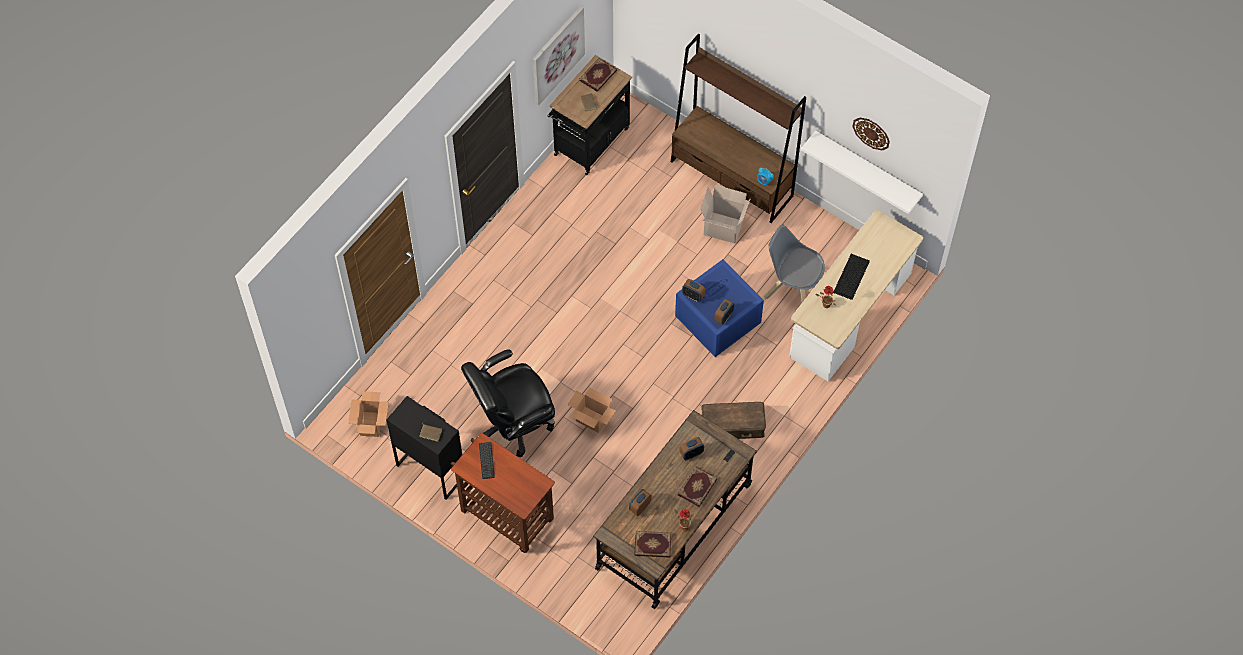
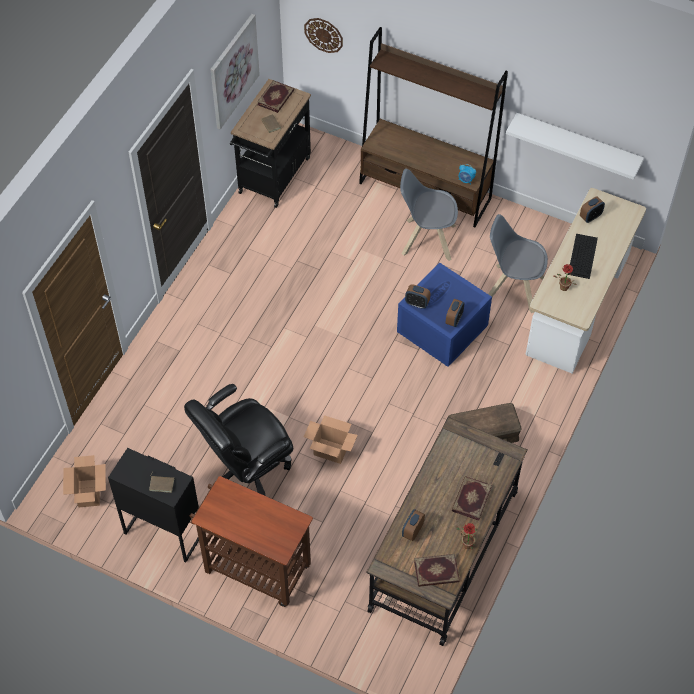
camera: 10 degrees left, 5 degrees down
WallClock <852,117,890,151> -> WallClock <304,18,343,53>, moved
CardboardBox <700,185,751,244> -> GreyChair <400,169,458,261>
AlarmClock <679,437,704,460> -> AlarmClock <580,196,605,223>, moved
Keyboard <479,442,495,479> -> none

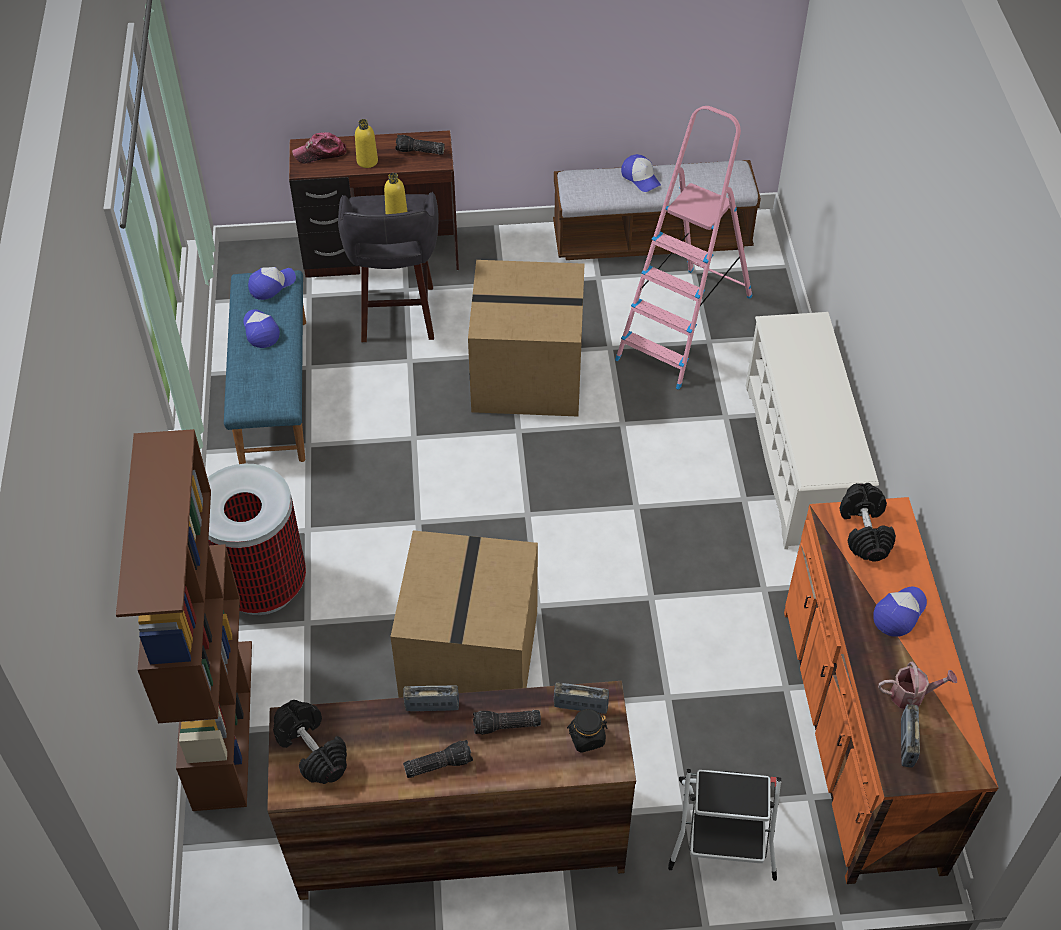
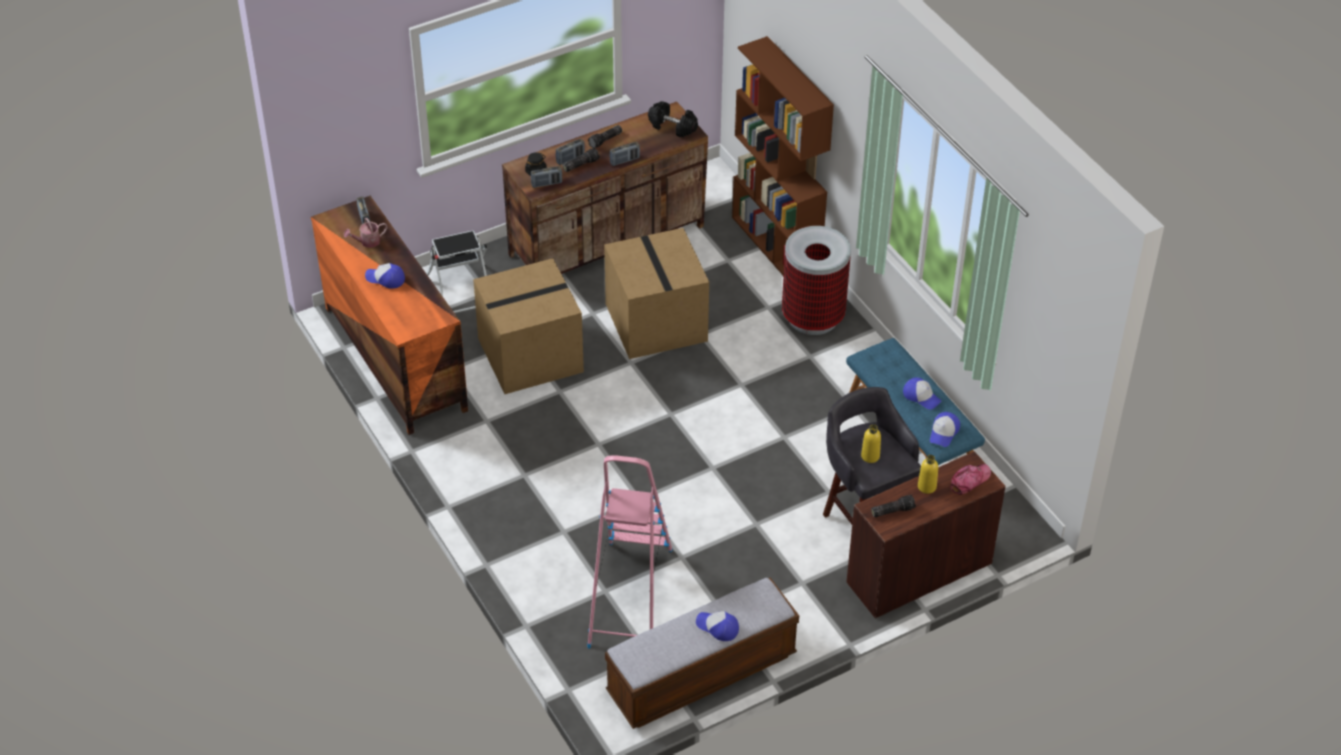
camera: 155 degrees right, 5 degrees down
Cap <873,587,927,637> -> Cap <365,263,405,289>, 90 degrees clockwise
CardboardBox <468,260,584,417> -> CardboardBox <473,258,584,394>, moved
none -> Radio <556,139,585,165>
WhiteShoeRack <746,312,879,549> -> none
BlackDumbbell <839,483,896,561> -> none

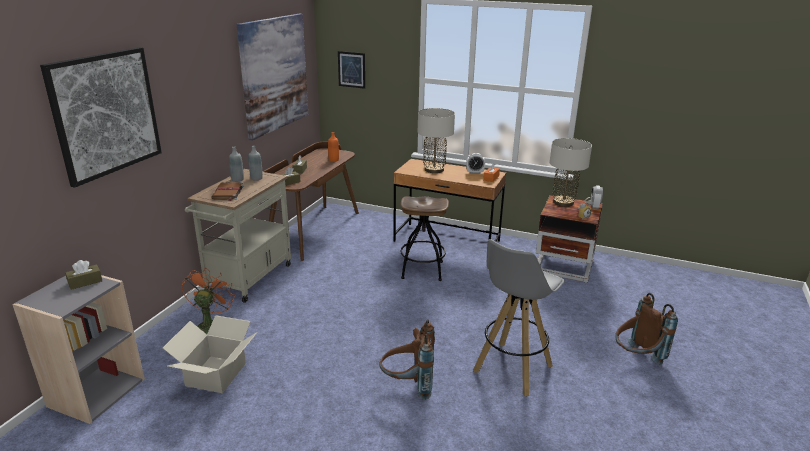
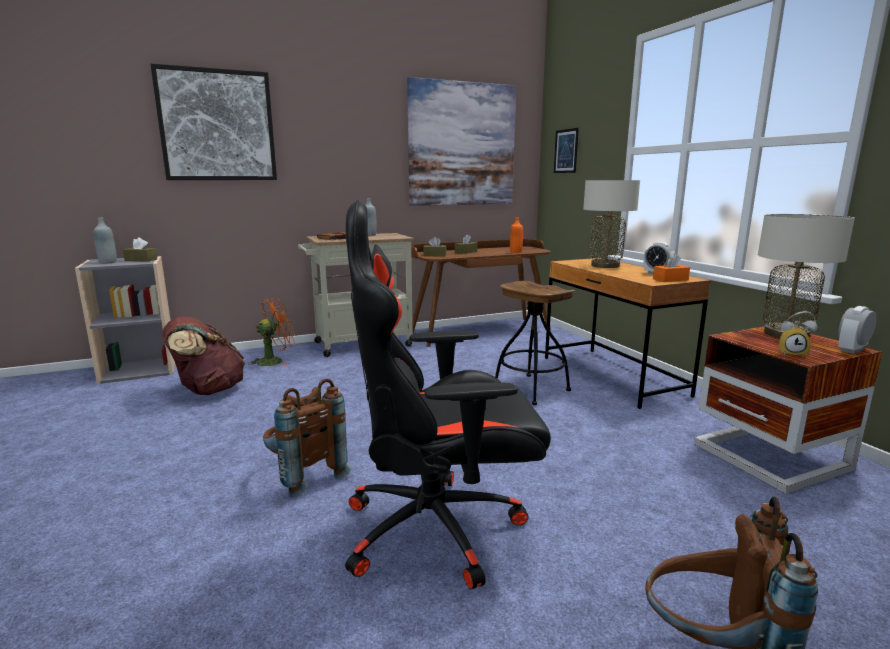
camera: 45 degrees right, 10 degrees down
GreyBottle <248,145,263,181> -> GreyBottle <94,218,117,264>, moved
CardboardBox <163,315,257,393> -> BrownBackpack <162,316,245,395>
GreyStool <473,239,565,396> -> BlackOfficeChair <345,199,551,589>

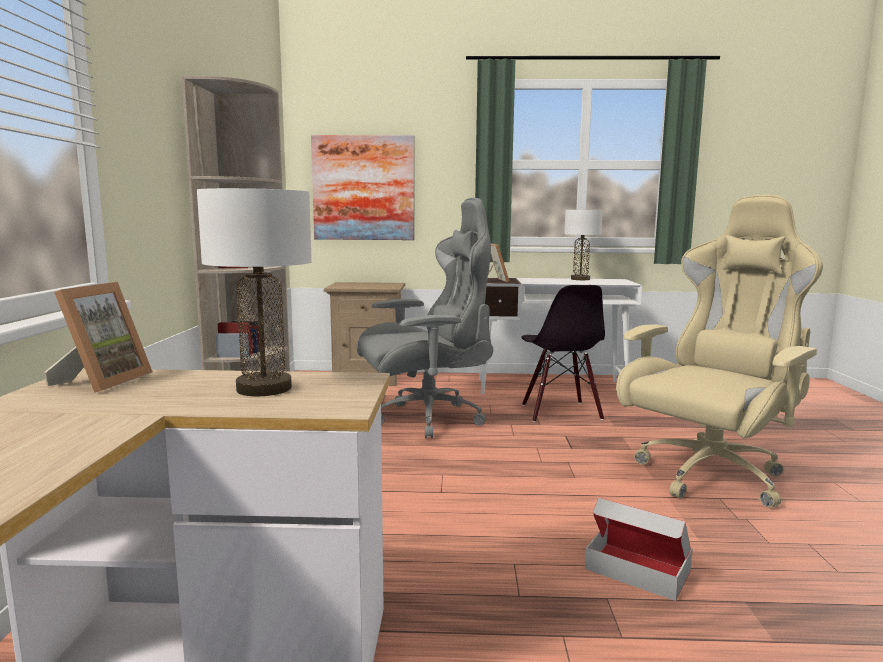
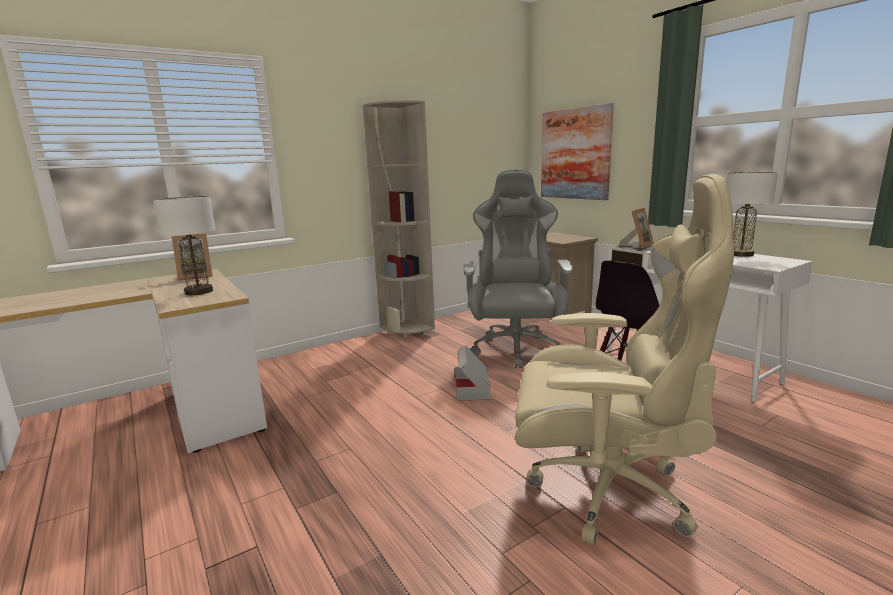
camera: 55 degrees right, 5 degrees up
CardboardBox <585,498,693,601> -> CardboardBox <455,345,490,401>, moved
GreyOfficeChair <357,198,493,438> -> GreyOfficeChair <464,169,573,368>, 120 degrees counterclockwise

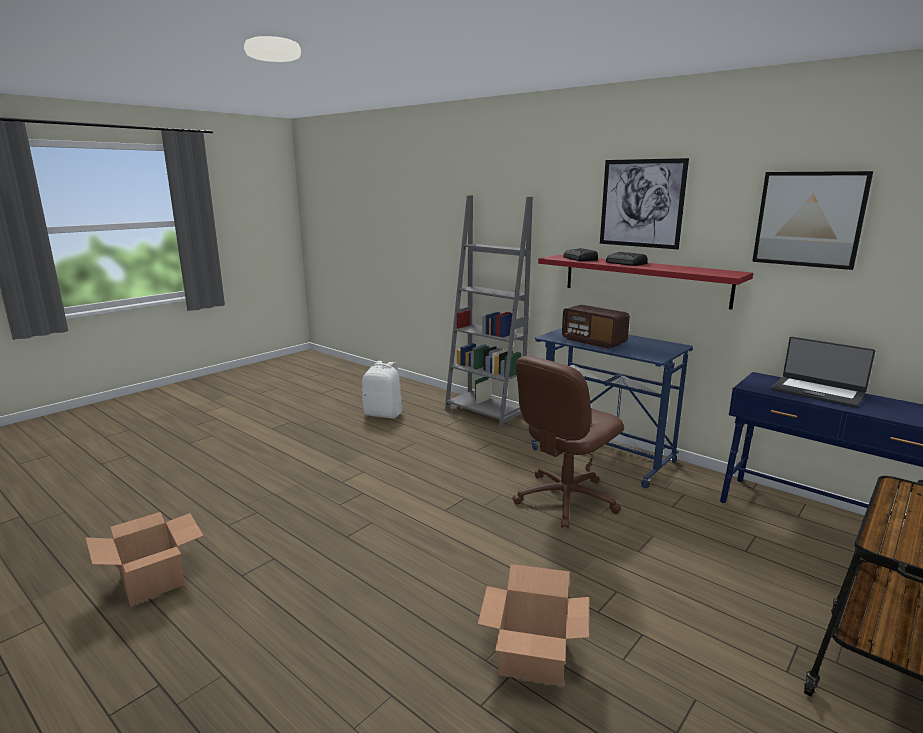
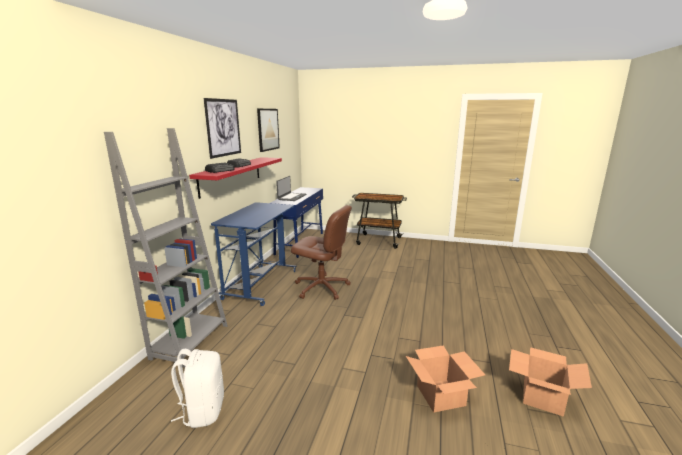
camera: 115 degrees left, 0 degrees up
CardboardBox <478,564,589,686> -> CardboardBox <406,345,485,413>, moved
Radio <562,305,630,349> -> none

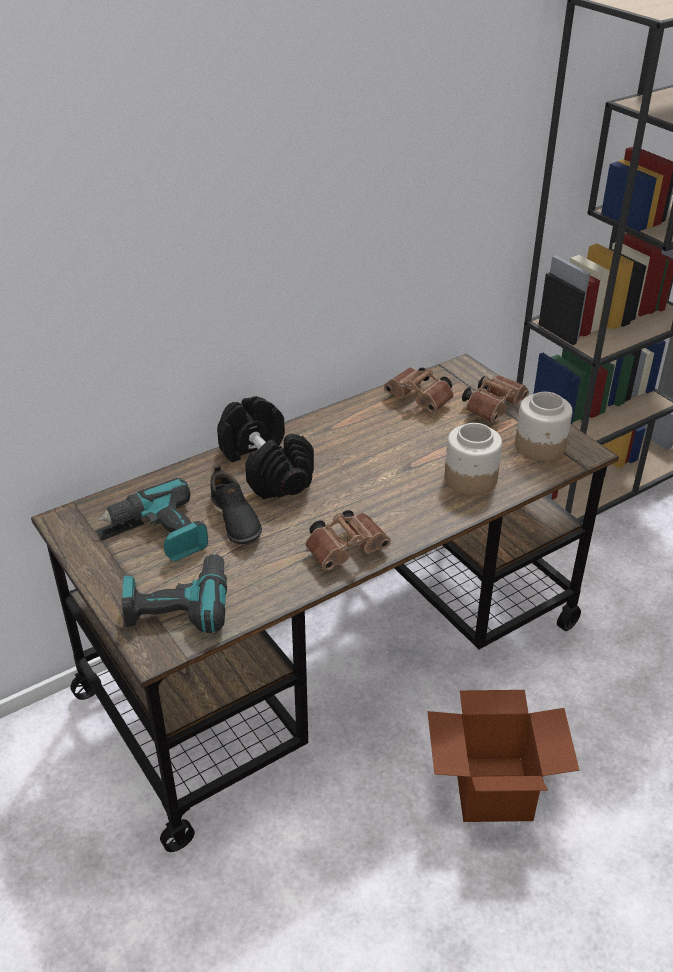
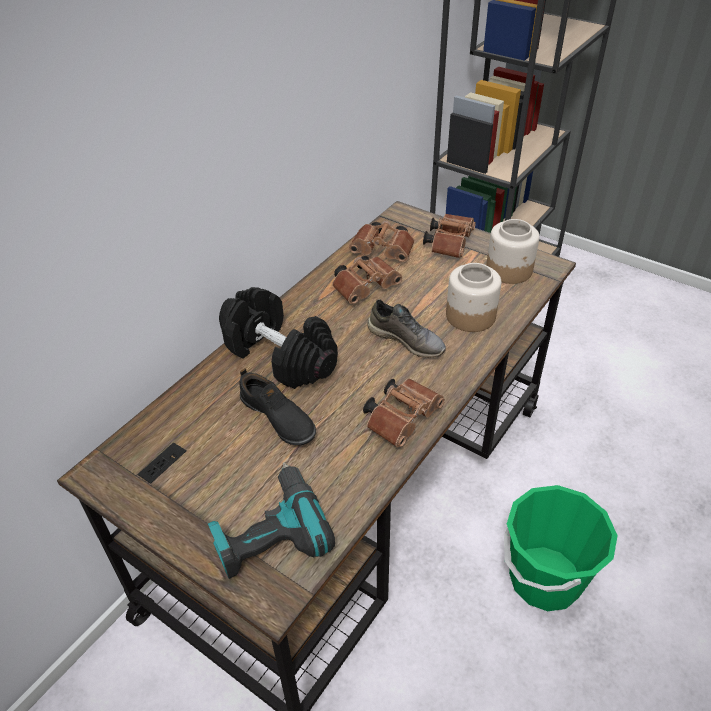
camera: 20 degrees left, 5 degrees up
none -> BrownBinoculars <332,256,402,304>
none -> GreyShoe <367,300,446,358>
CardboardBox <428,690,580,822> -> GreenBucket <504,485,618,611>
PowerDrill <98,478,208,562> -> none

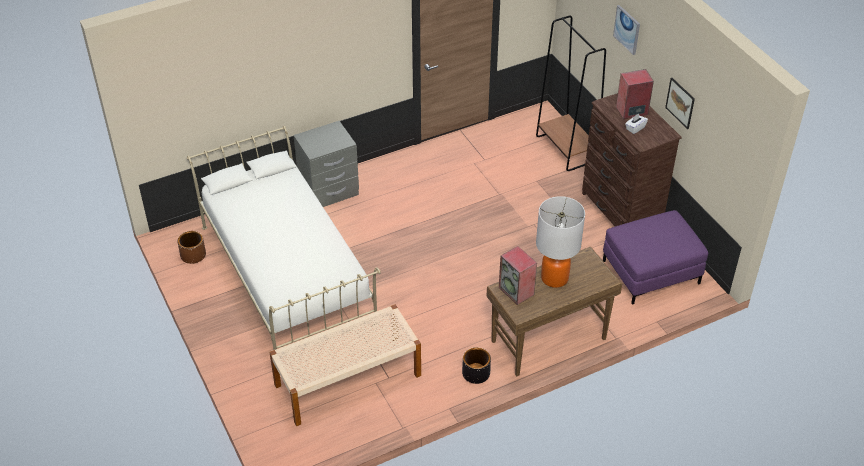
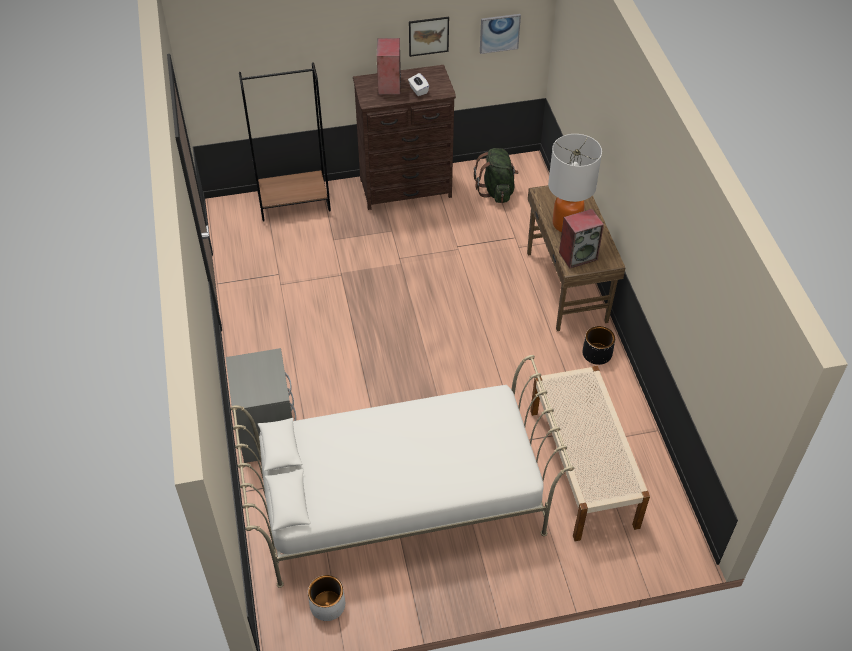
camera: 75 degrees left, 5 degrees up
BrownPlanter <177,231,206,264> -> WhitePlanter <308,575,345,621>
PurpleOttoman <603,210,708,305> -> GreenBackpack <474,148,519,203>
Picture <613,5,640,55> -> Picture <480,14,521,54>, moved

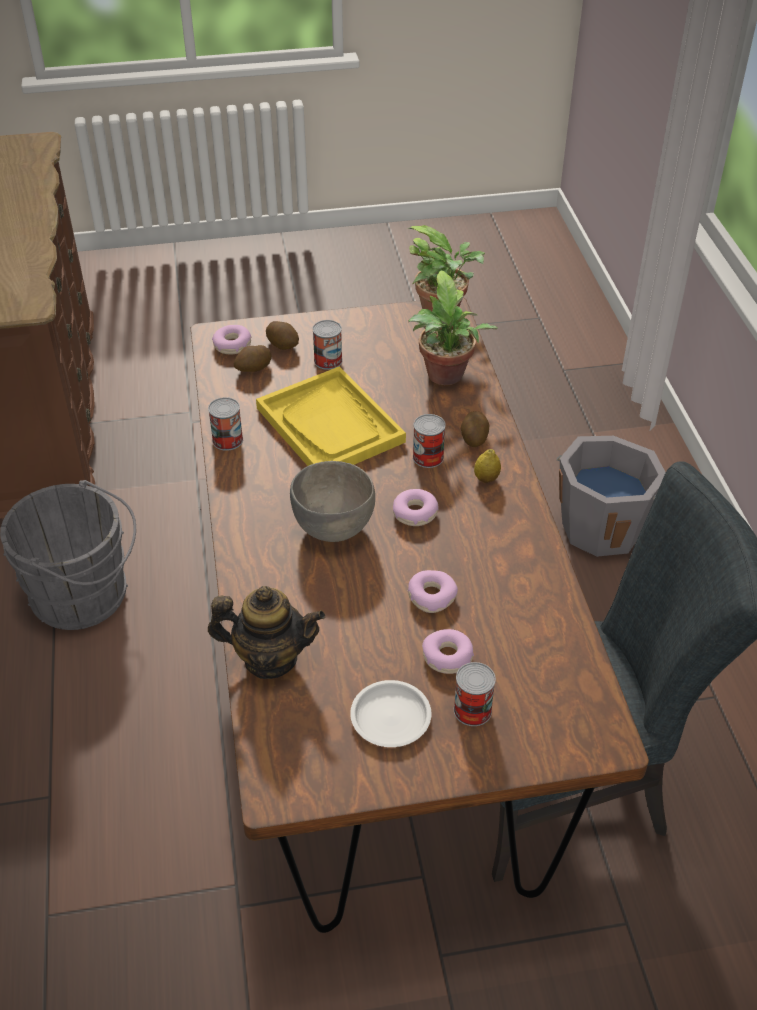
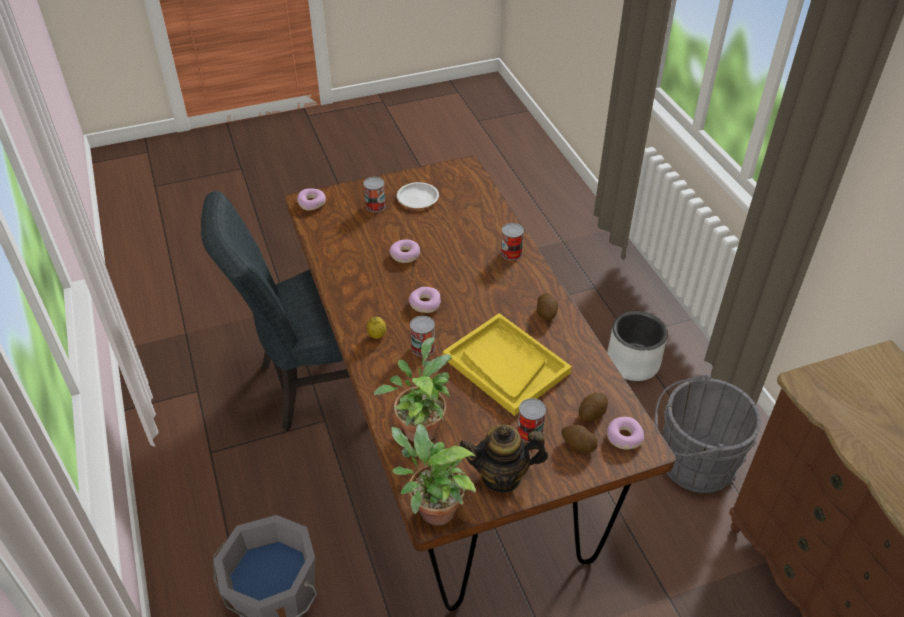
camera: 170 degrees right, 0 degrees up
Donut <422,629,474,674> -> Donut <297,188,326,211>, moved
Teapot <208,586,325,679> -> Teapot <459,424,548,493>, moved
Can <208,397,243,451> -> Can <501,223,524,260>, moved
Potato <461,411,489,447> -> Potato <537,293,558,320>, moved
none -> GreyPlanter <607,311,668,381>
GreyBowl <290,461,375,542> -> none

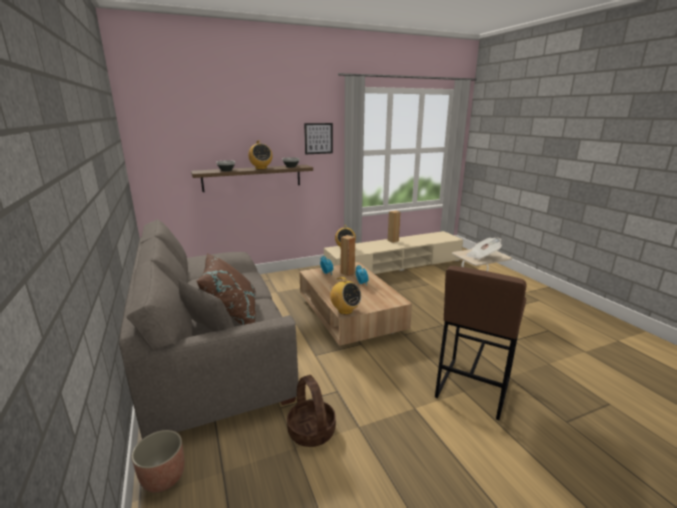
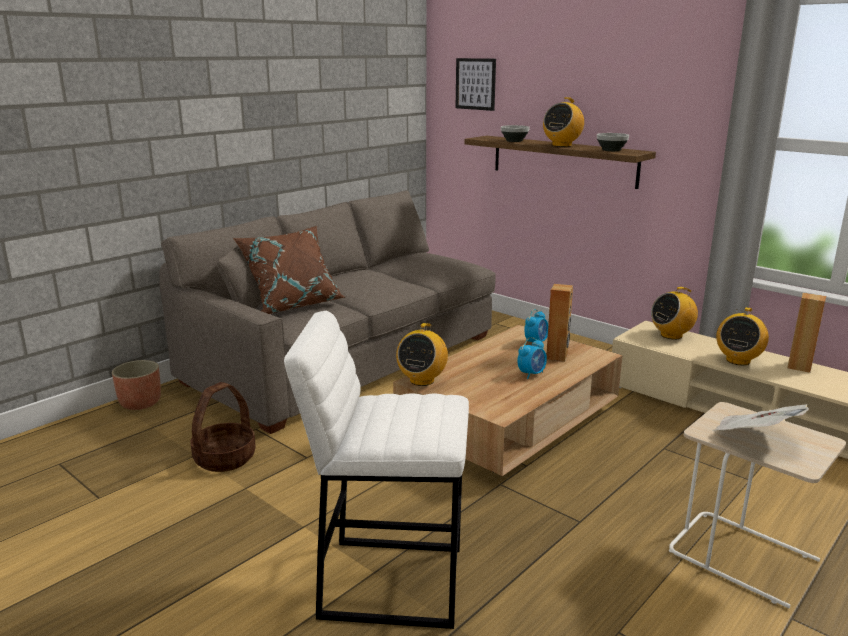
camera: 65 degrees right, 0 degrees up
BrownStool <435,266,526,420> -> WhiteStool <284,311,469,629>
Picture <304,123,333,155> -> Picture <456,58,496,111>, moved
none -> Radio <716,307,769,365>

